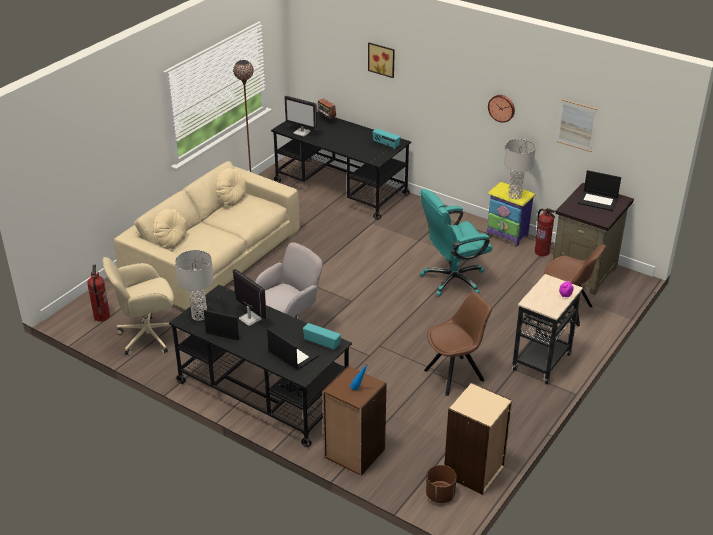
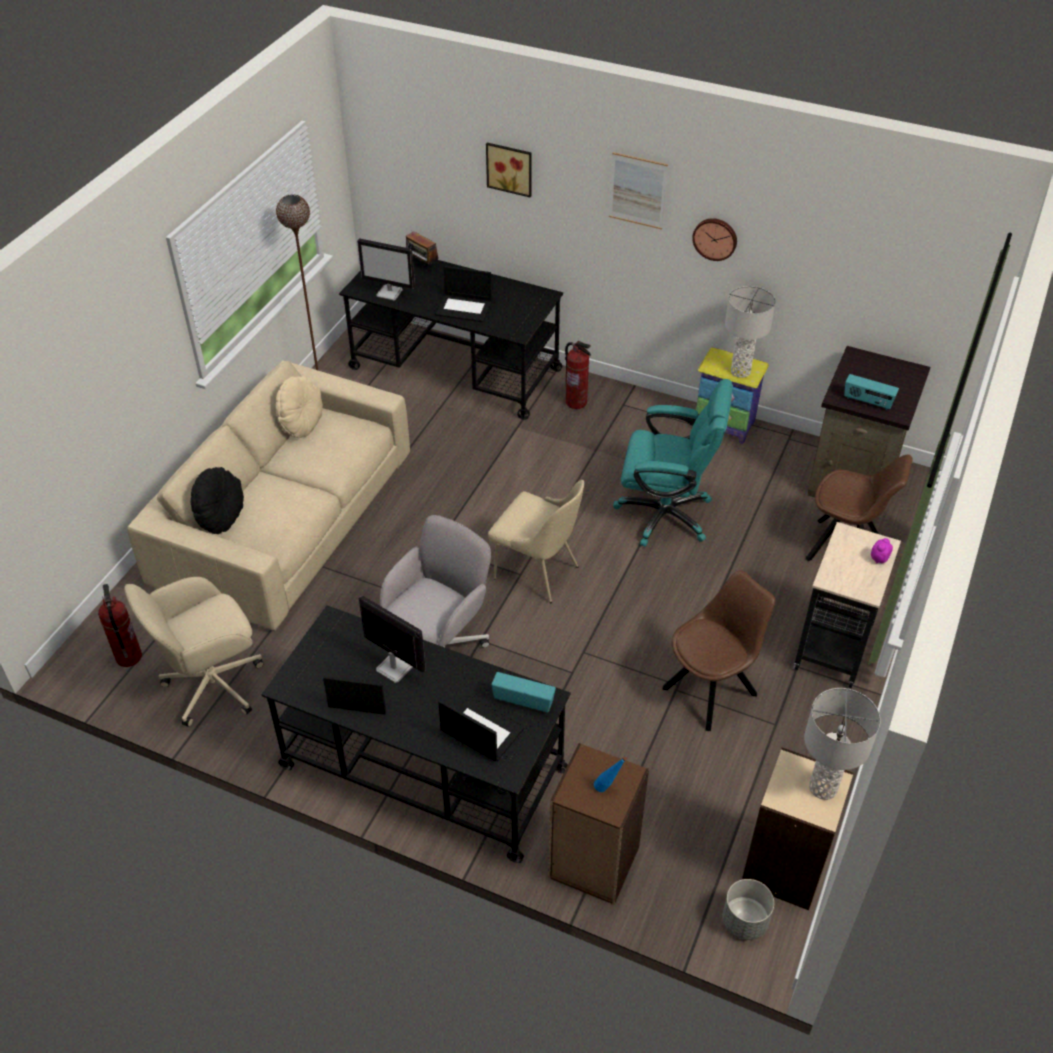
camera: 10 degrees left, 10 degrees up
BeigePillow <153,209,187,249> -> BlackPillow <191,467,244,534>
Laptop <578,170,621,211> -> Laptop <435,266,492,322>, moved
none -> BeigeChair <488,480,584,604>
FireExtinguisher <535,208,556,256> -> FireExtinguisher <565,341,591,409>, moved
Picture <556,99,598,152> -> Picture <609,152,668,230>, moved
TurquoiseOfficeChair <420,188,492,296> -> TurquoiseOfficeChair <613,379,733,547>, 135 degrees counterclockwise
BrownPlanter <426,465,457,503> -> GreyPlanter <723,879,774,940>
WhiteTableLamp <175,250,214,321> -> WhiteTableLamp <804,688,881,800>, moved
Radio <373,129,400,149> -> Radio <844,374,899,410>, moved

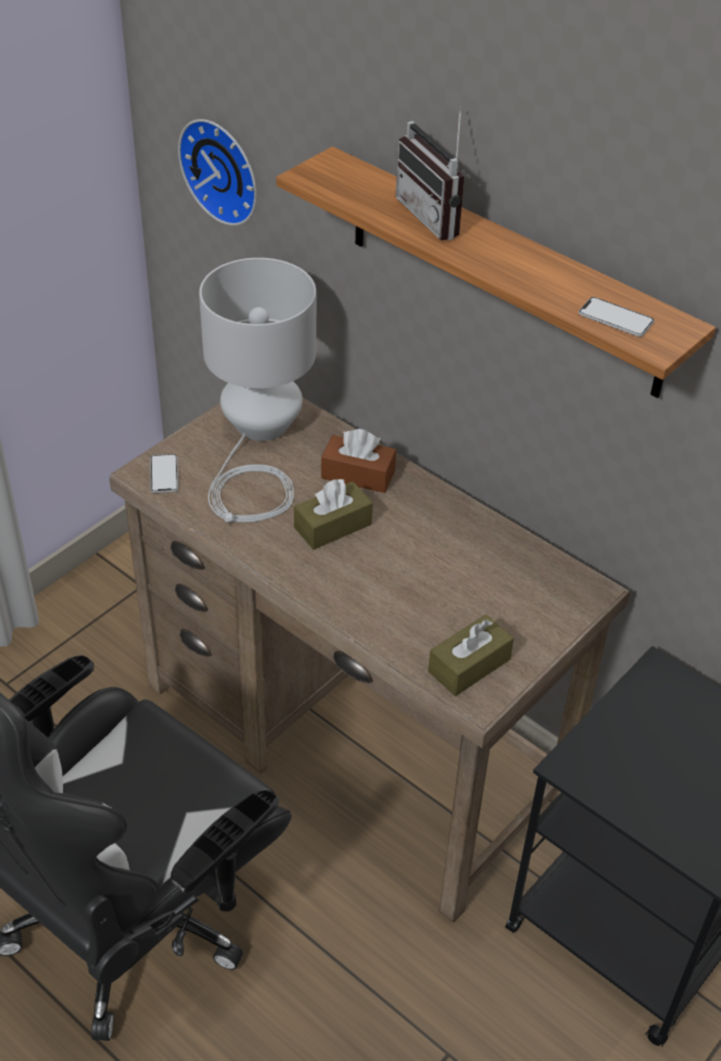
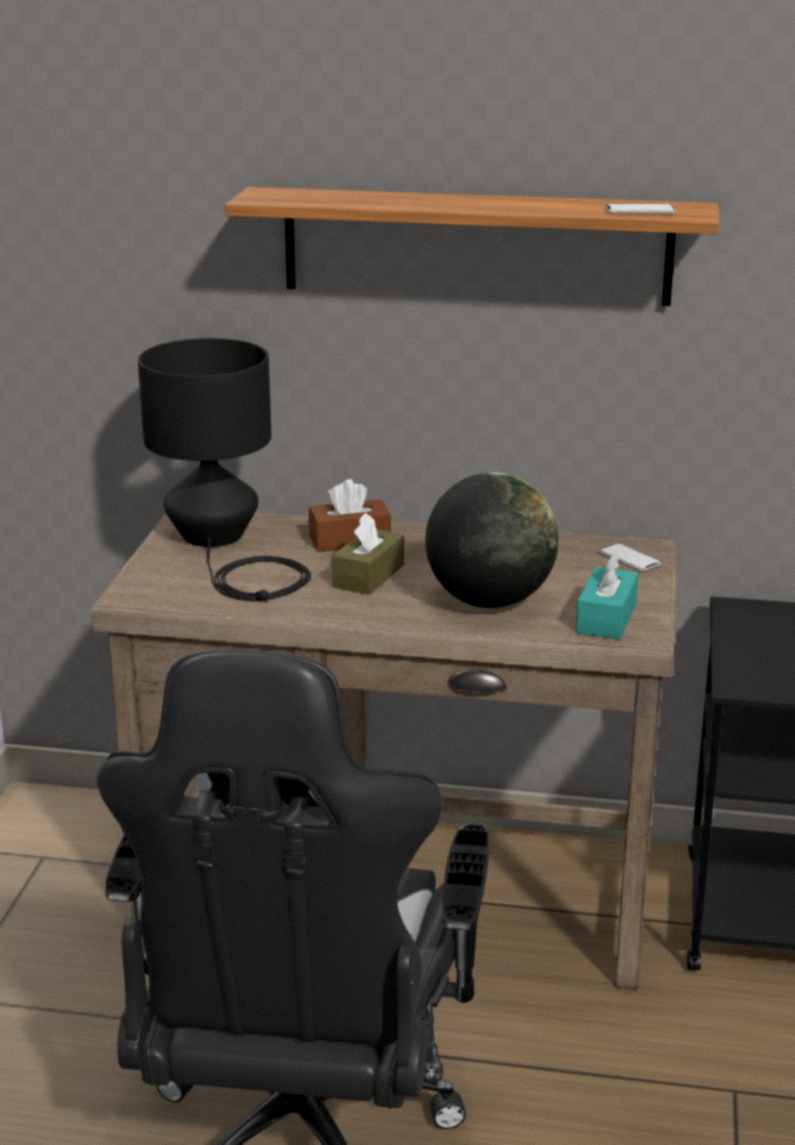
camera: 30 degrees left, 20 degrees down
WhiteTableLamp <199,258,316,525> -> BlackTableLamp <138,338,311,602>
none -> Globe <425,472,559,608>
BrownTissueBox <428,614,514,696> -> TurquoiseTissueBox <576,553,639,639>
Phone <150,454,179,493> -> Phone <599,543,662,571>, moved
WallClock <178,119,257,226> -> none
Radio <396,106,465,240> -> none

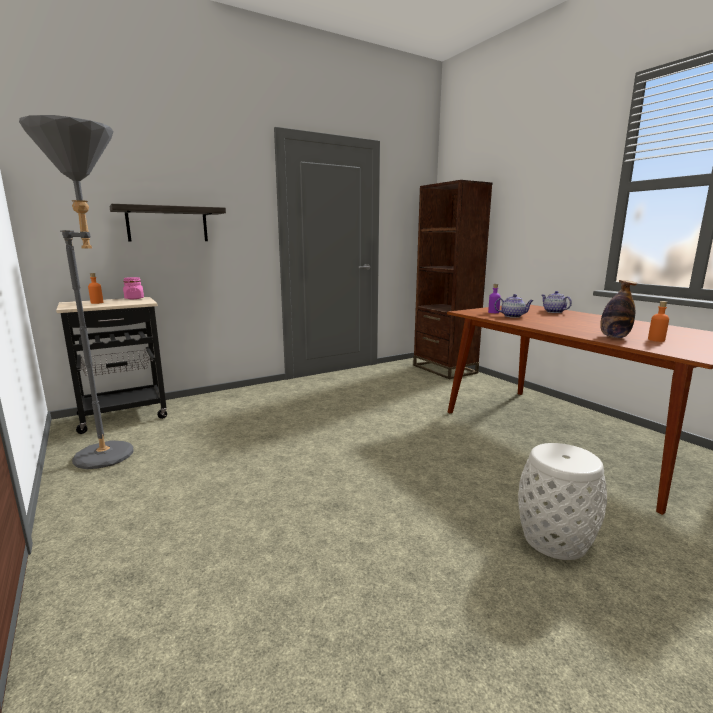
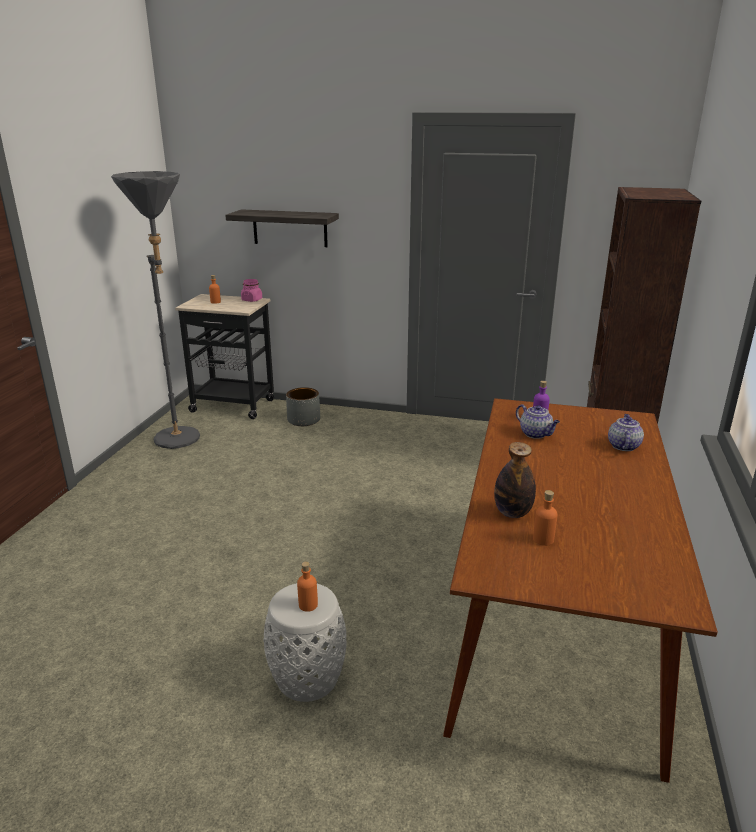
camera: 45 degrees right, 10 degrees up
none -> GreyPlanter <286,387,320,426>
none -> OrangeBottle <297,561,318,612>

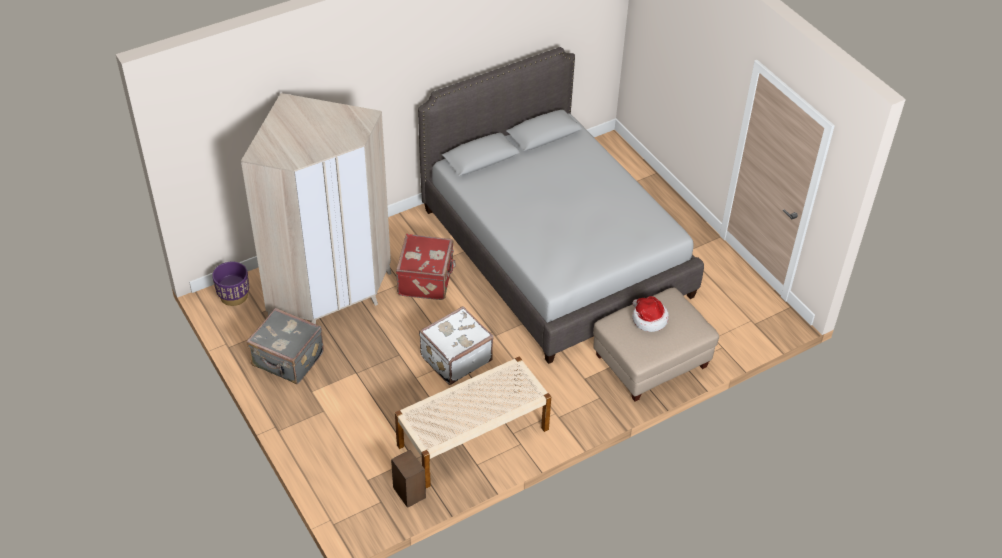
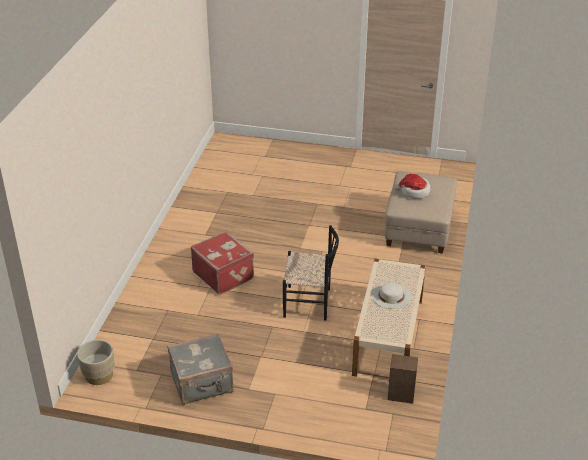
camera: 45 degrees left, 10 degrees down
PurplePlanter <212,262,249,306> -> BeigePlanter <77,340,115,385>
WhiteSuitcase <419,306,494,385> -> BlackChair <283,225,339,321>
none -> WhiteHat <371,282,412,309>
BeigeWardrobe <241,93,392,324> -> none
GreyBed <418,47,704,364> -> none

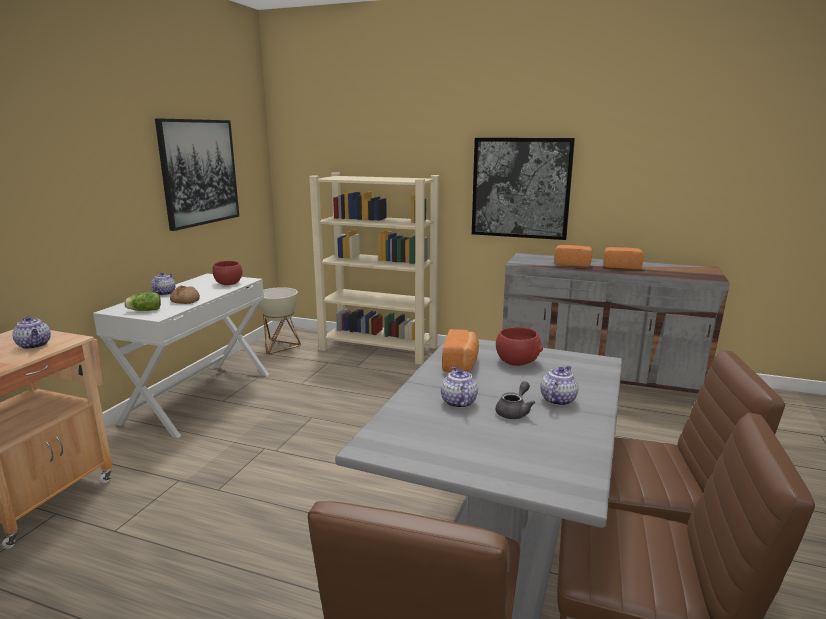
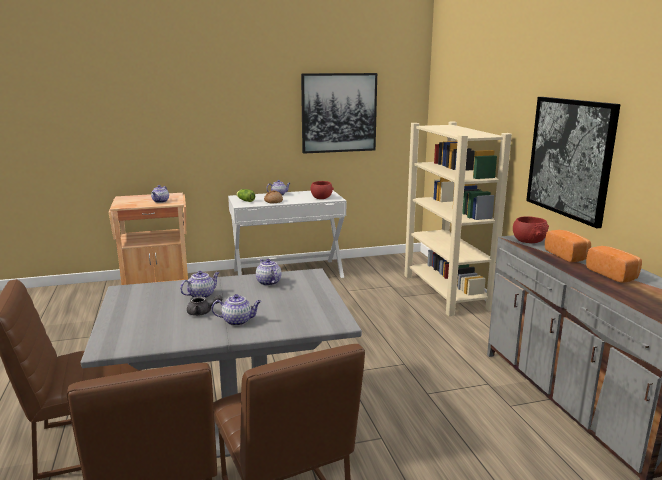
camera: 55 degrees right, 0 degrees up
Bread <442,329,479,372> -> Teapot <256,259,281,286>
RedBowl <496,327,543,366> -> RedBowl <513,216,549,243>, moved
Planter <259,287,301,354> -> none

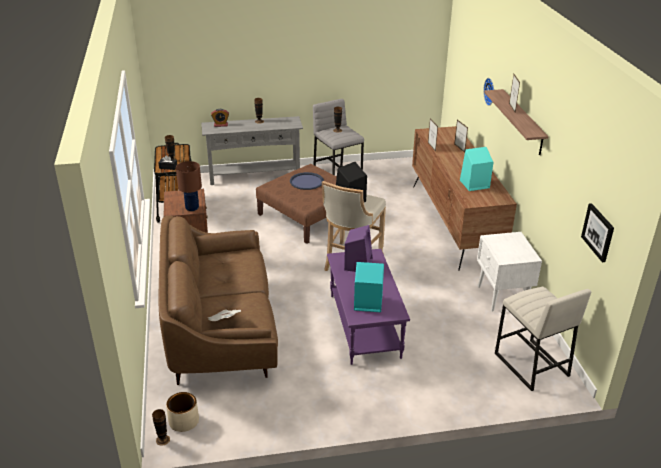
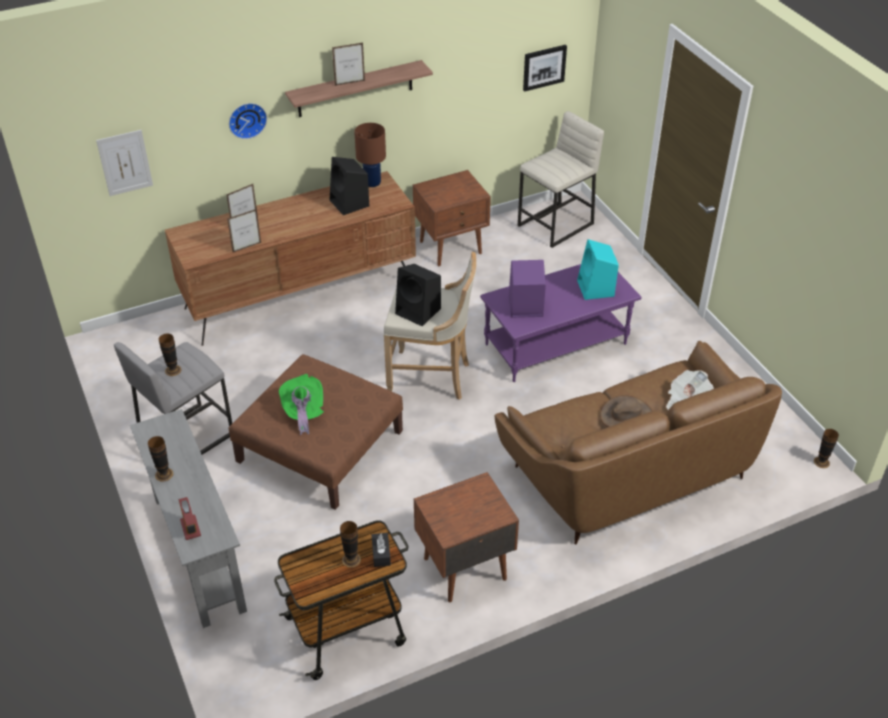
camera: 105 degrees left, 10 degrees up
none -> Picture <96,130,153,196>
BlueTray <290,172,324,190> -> GreenHat <279,374,324,435>
TurquoiseSpeaker <460,147,494,191> -> BlackSpeaker <330,157,369,215>
BrownTableLamp <176,161,202,211> -> BrownTableLamp <354,123,386,187>, moved
WhiteNightstand <477,232,542,312> -> BrownNightstand <413,170,491,266>
none -> BrownHat <600,395,653,427>
BeigePlanter <166,392,199,432> -> none

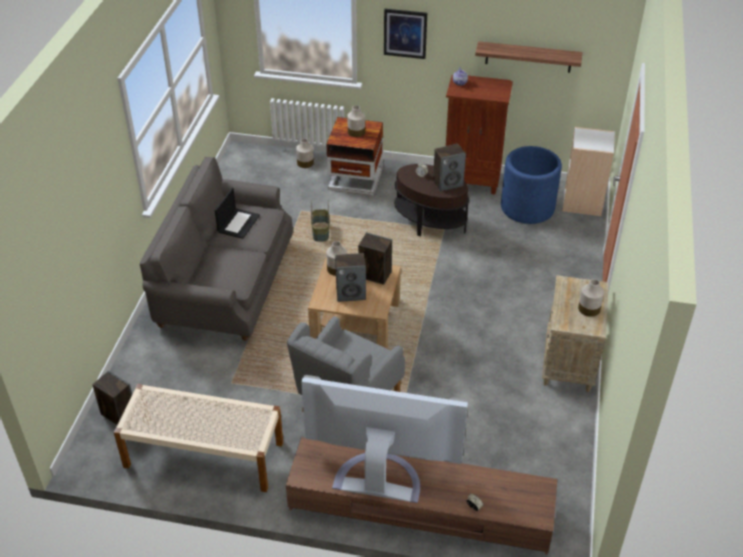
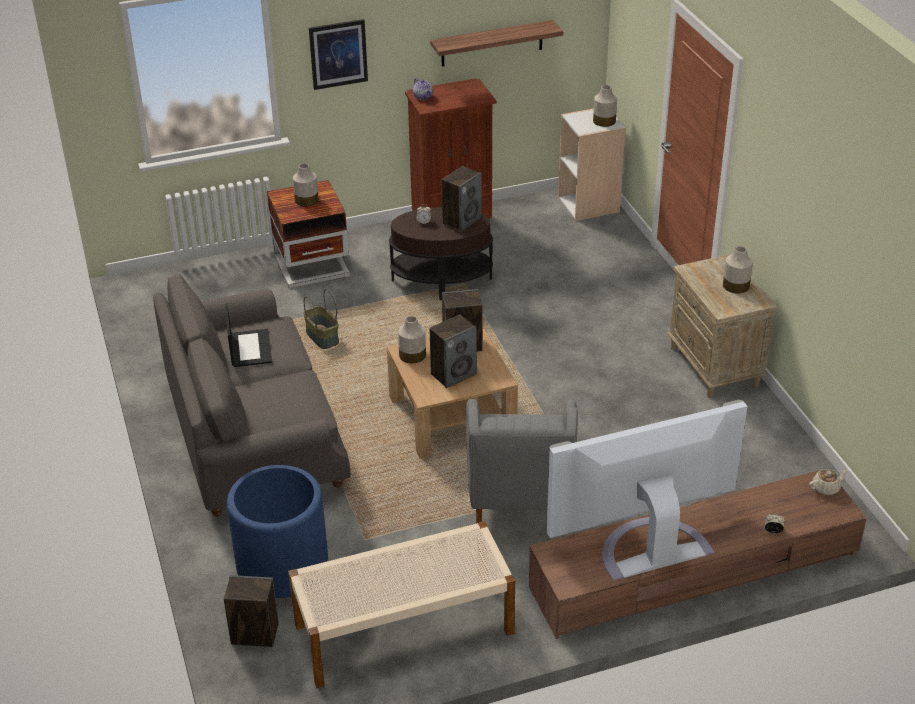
camera: 30 degrees left, 5 degrees down
BluePlanter <501,146,562,224> -> BluePlanter <227,465,328,598>, moved
BeigeVase <296,138,314,168> -> BeigeVase <593,85,617,127>, moved
none -> BeigeTeapot <809,469,849,495>

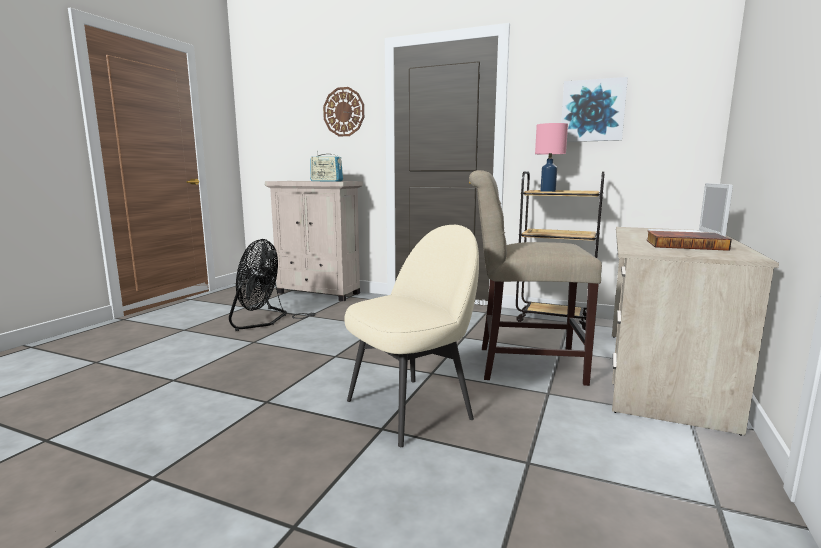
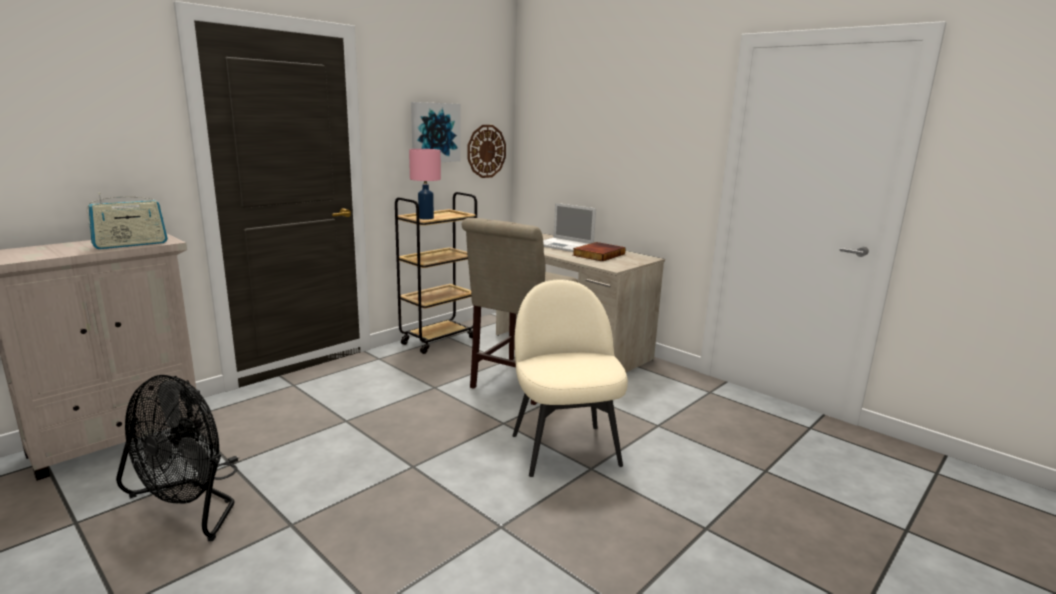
camera: 70 degrees left, 5 degrees up
WallClock <323,87,364,137> -> WallClock <468,125,506,178>, moved

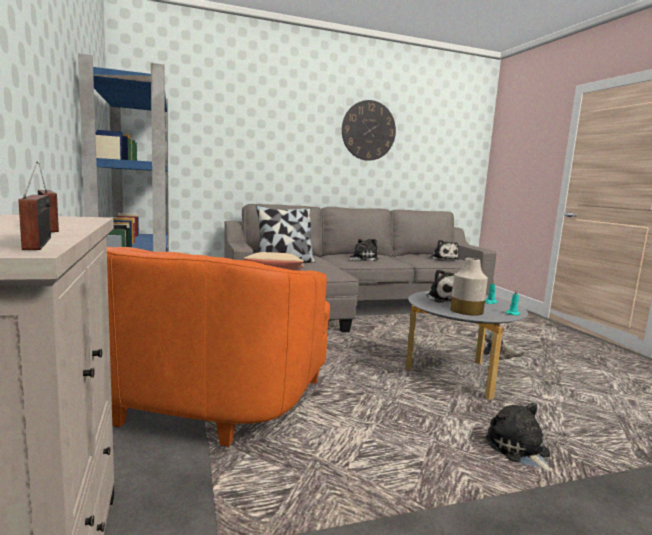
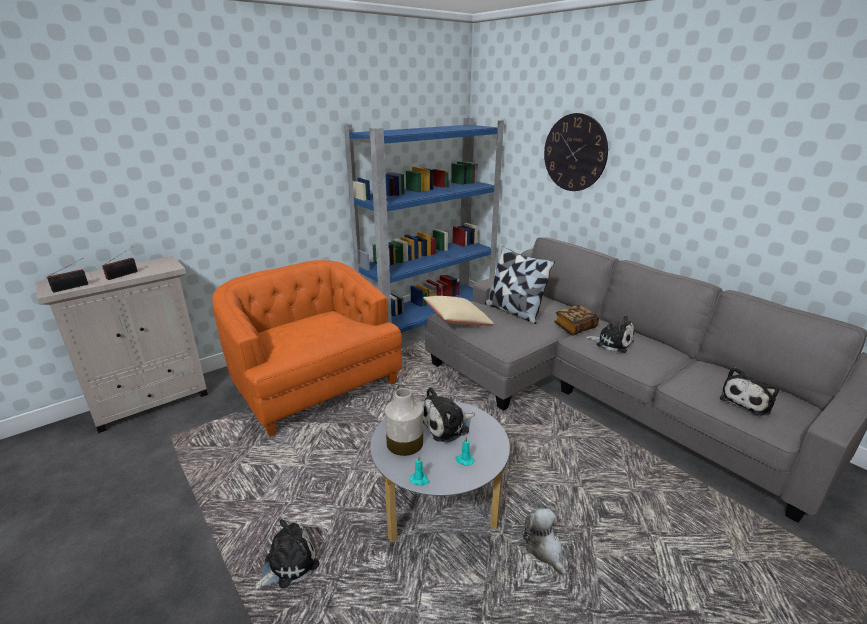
camera: 70 degrees right, 15 degrees up
OrangeArmchair <107,247,330,447> -> OrangeArmchair <212,260,402,437>, 60 degrees clockwise
WallClock <342,100,396,161> -> WallClock <544,113,608,191>, moved
none -> Book <554,305,599,336>

